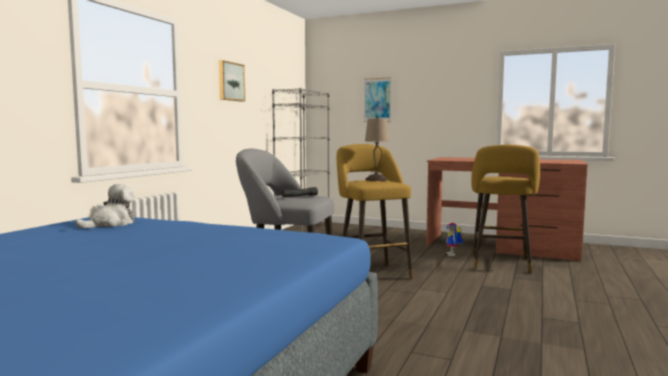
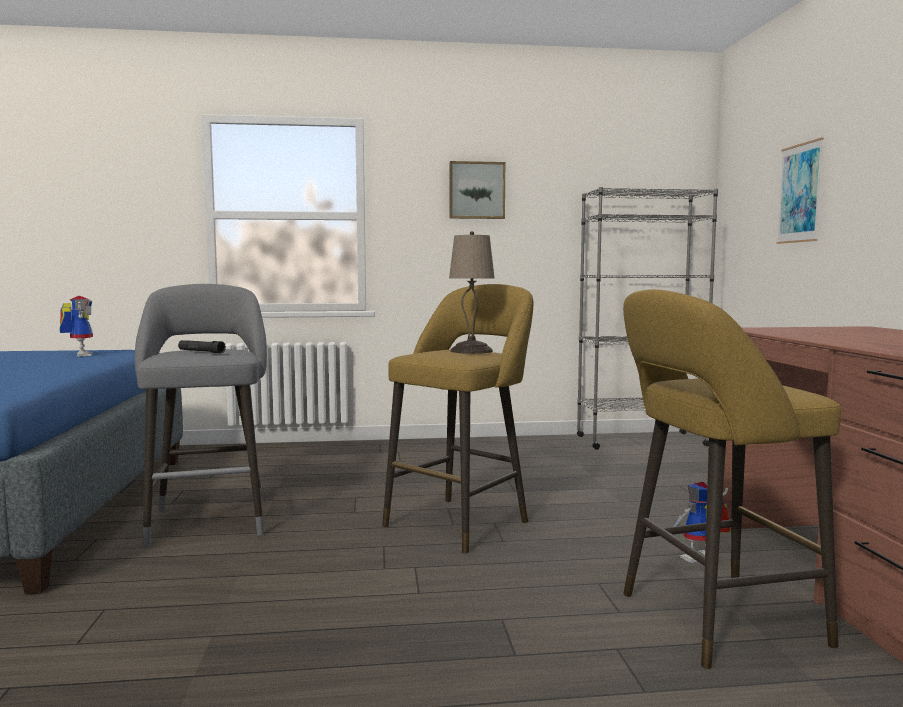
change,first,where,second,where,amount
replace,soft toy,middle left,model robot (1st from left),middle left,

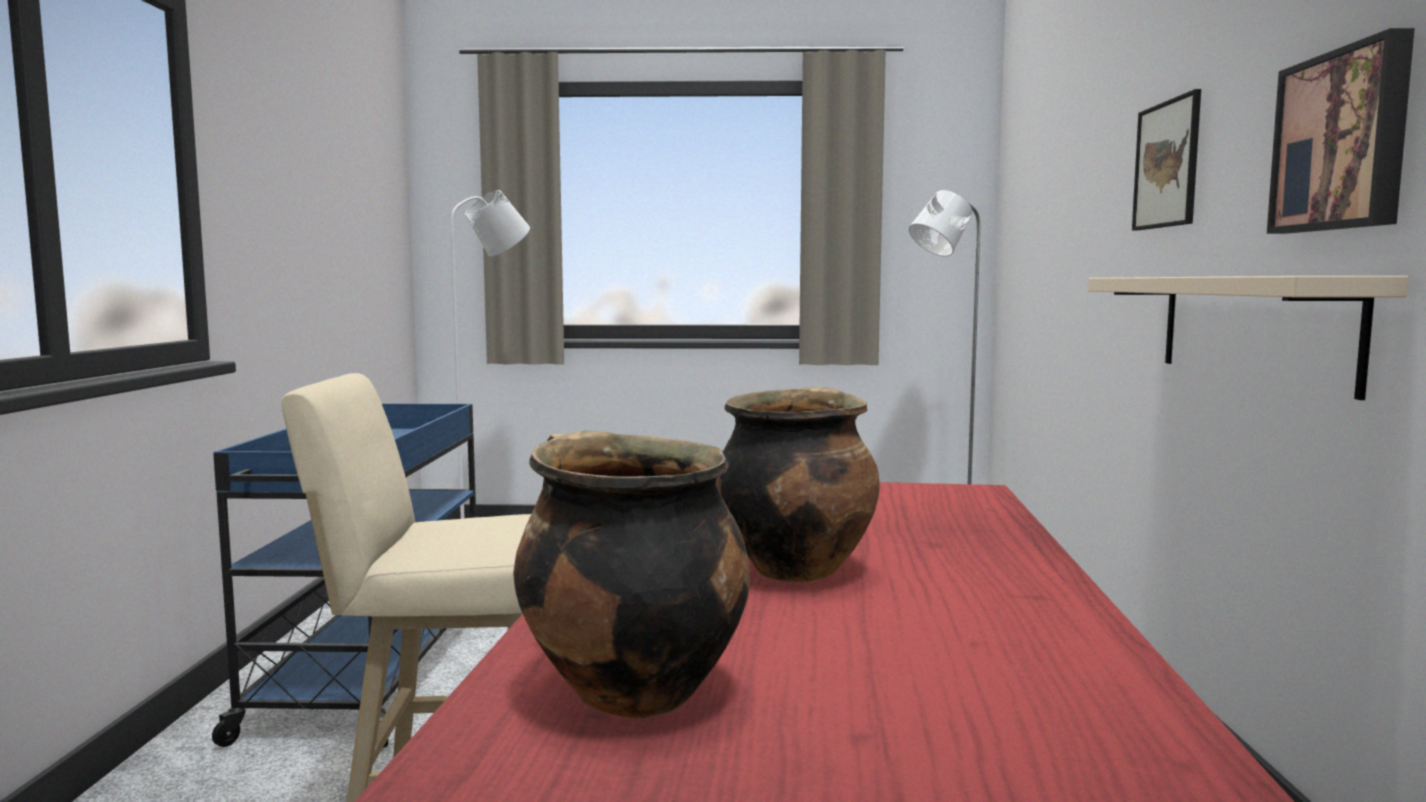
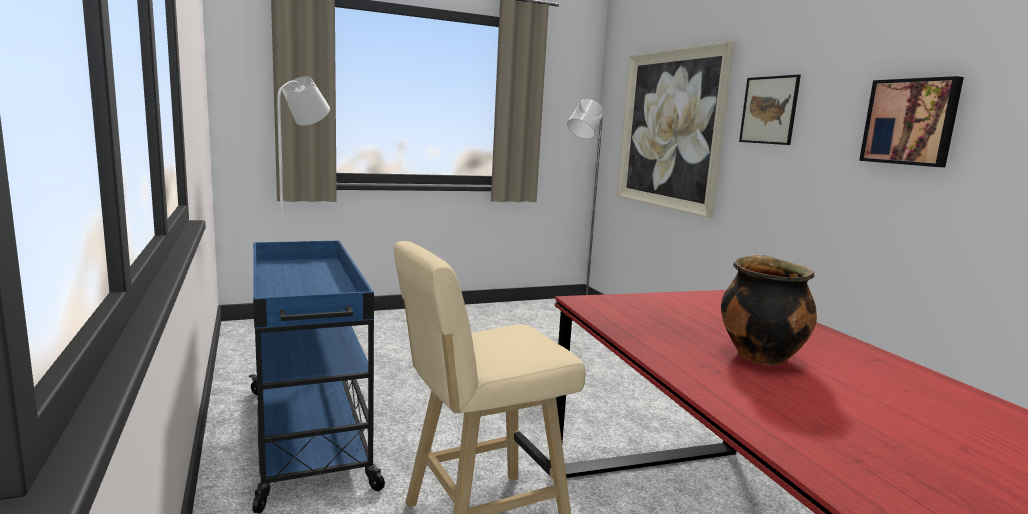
change,first,where,second,where,amount
delete,sand-coloured bracket shelf,middle right,,,
delete,stockpot (1st from left),bottom centre,,,
insert,,,picture (1st from left),top centre,

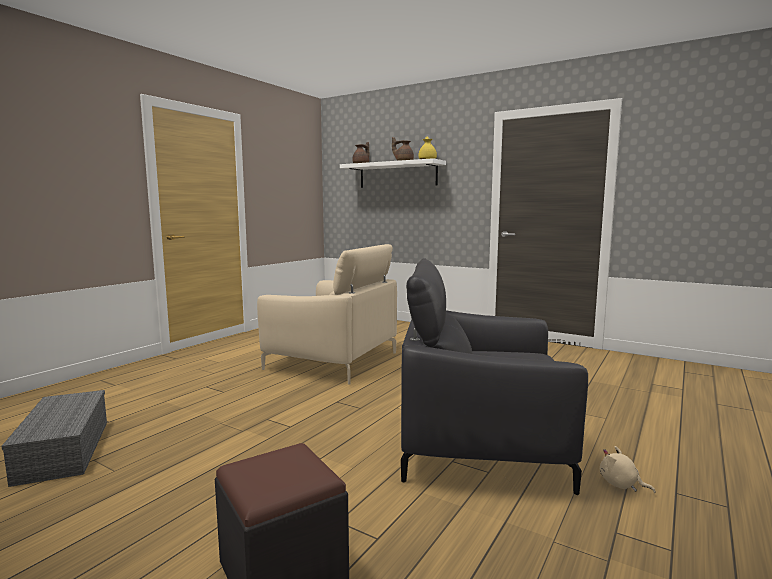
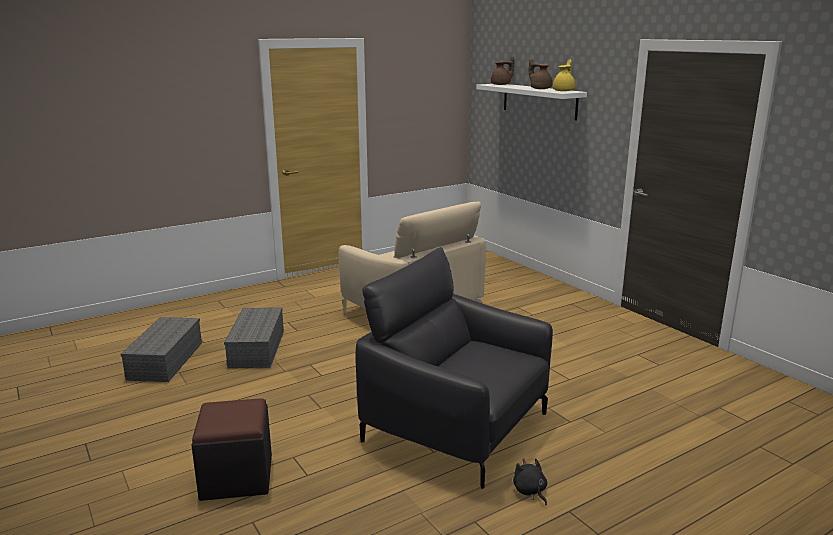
change,first,where,second,where,amount
recolor,sand-coloured soft toy,bottom right,black soft toy,bottom centre,
insert,,,grey storage box (2nd from left),middle left,

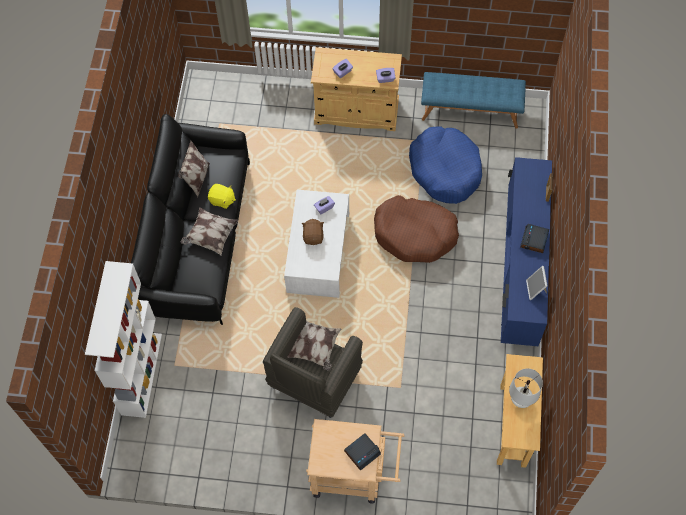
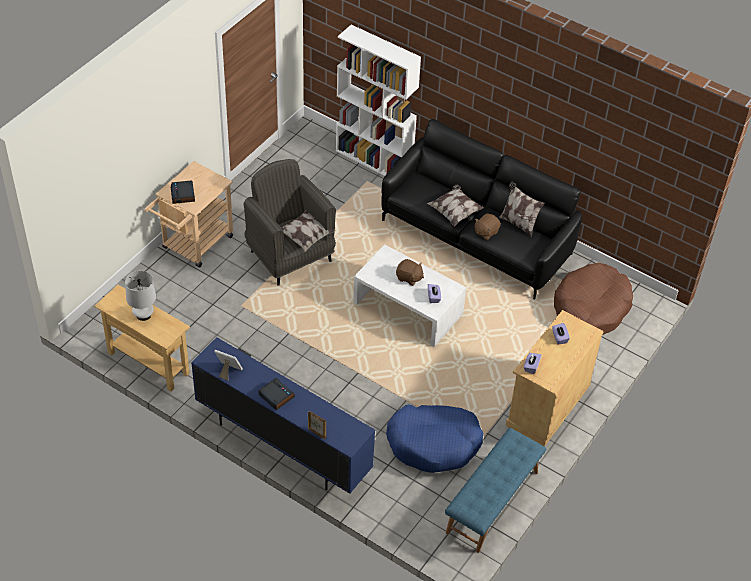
change,first,where,second,where,amount
recolor,yellowish soft toy,middle left,brown-coloured soft toy (2nd from left),centre,
move,brown-coloured dog bed,centre,,middle right,

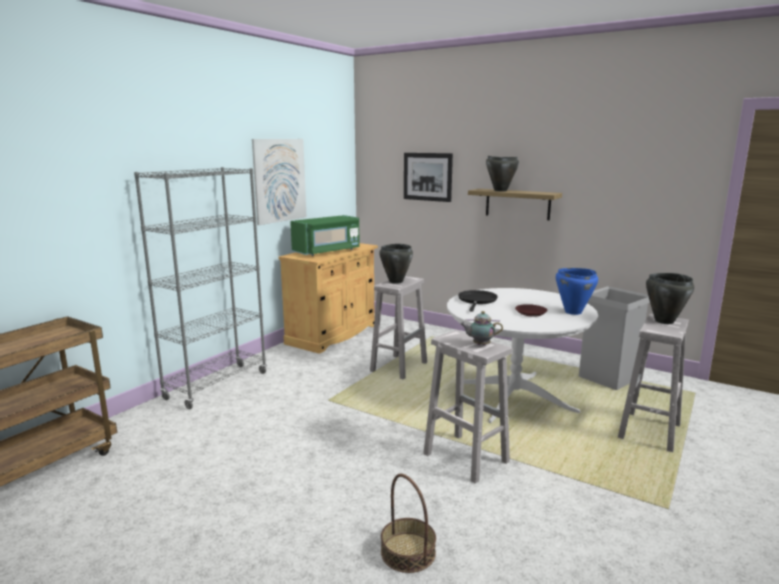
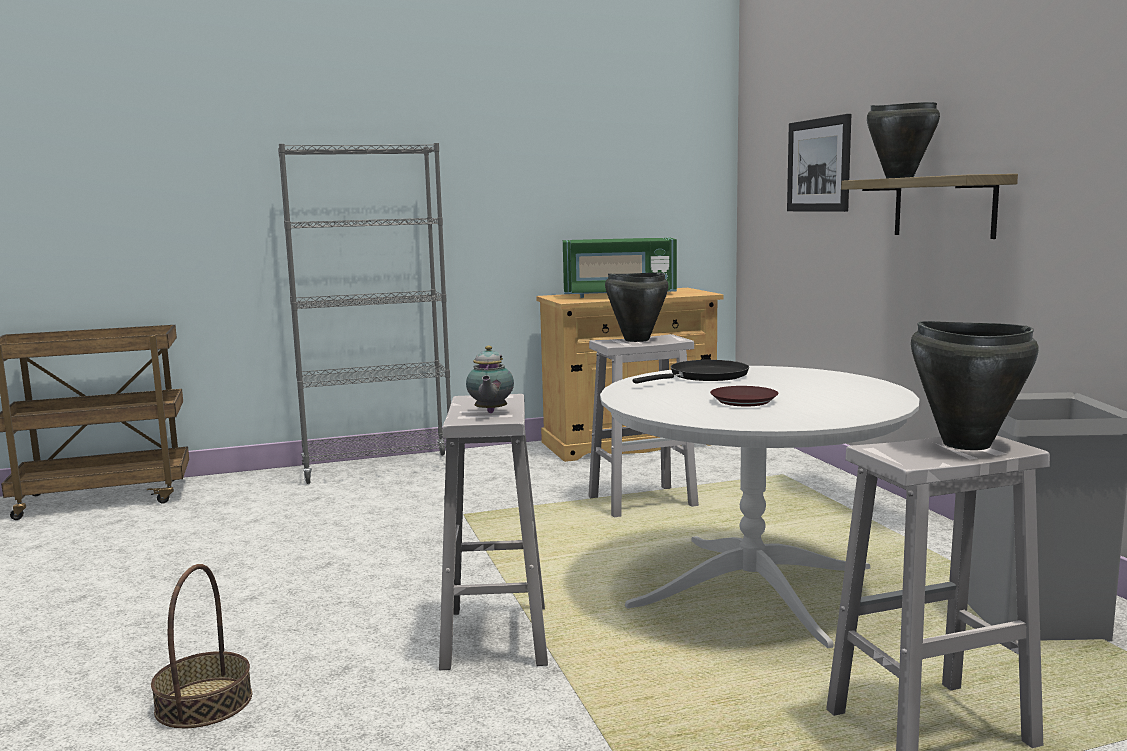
change,first,where,second,where,amount
delete,picture (1st from left),top centre,,,
delete,bluish stockpot,middle right,,,
rotate,teapot,centre,,centre,135 degrees counterclockwise

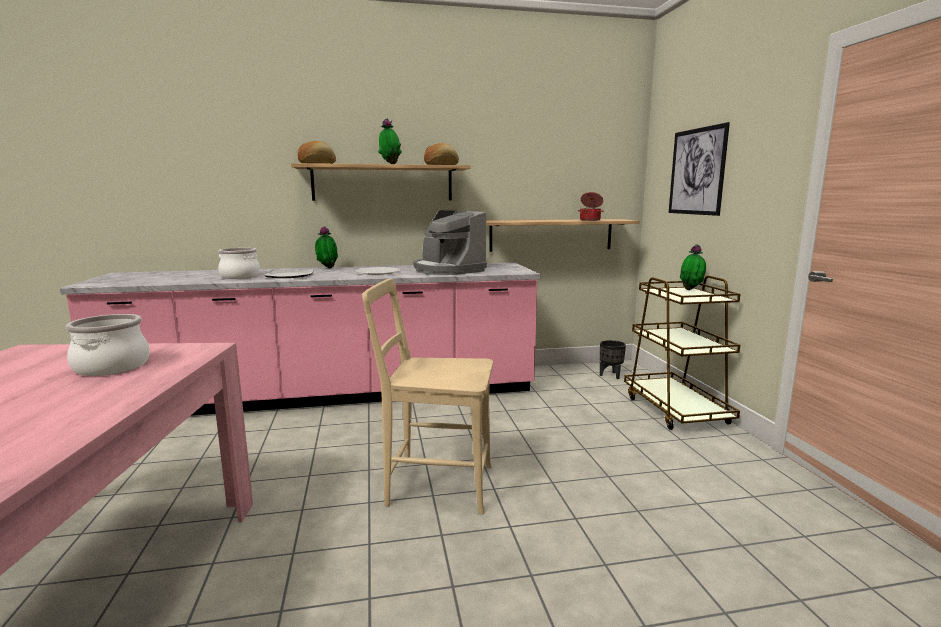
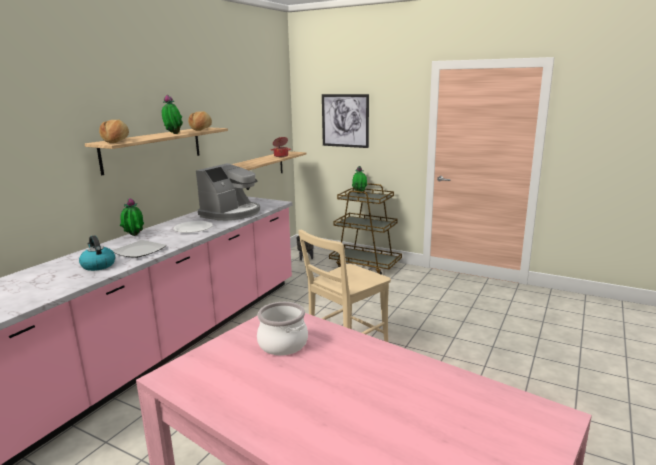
change,first,where,second,where,amount
rotate,coffee maker,centre,,centre,60 degrees counterclockwise
replace,stockpot (2nd from left),middle left,tea kettle,middle left,

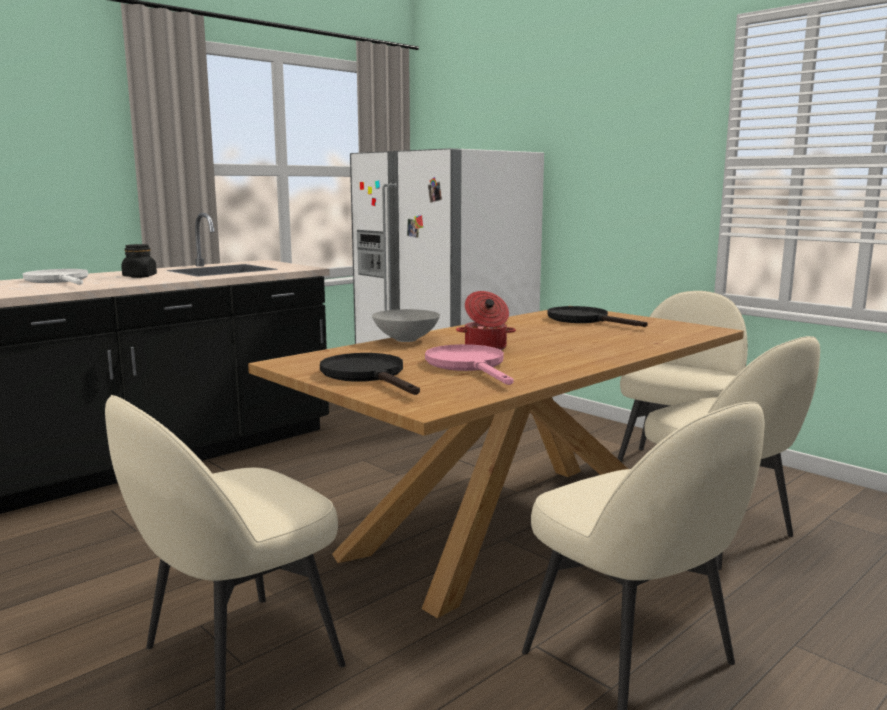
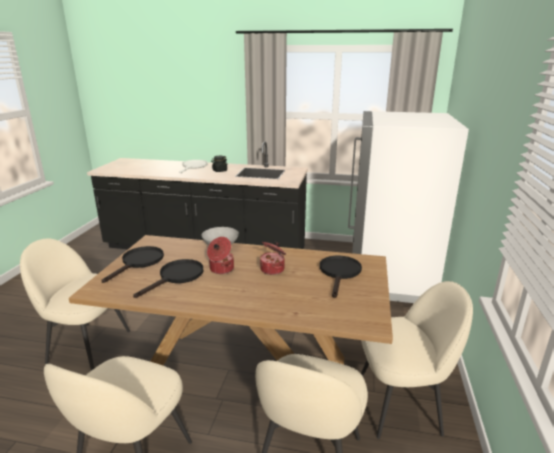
change,first,where,second,where,amount
recolor,pink pan,centre,black pan (2nd from left),middle left,
insert,,,stockpot (2nd from left),centre,

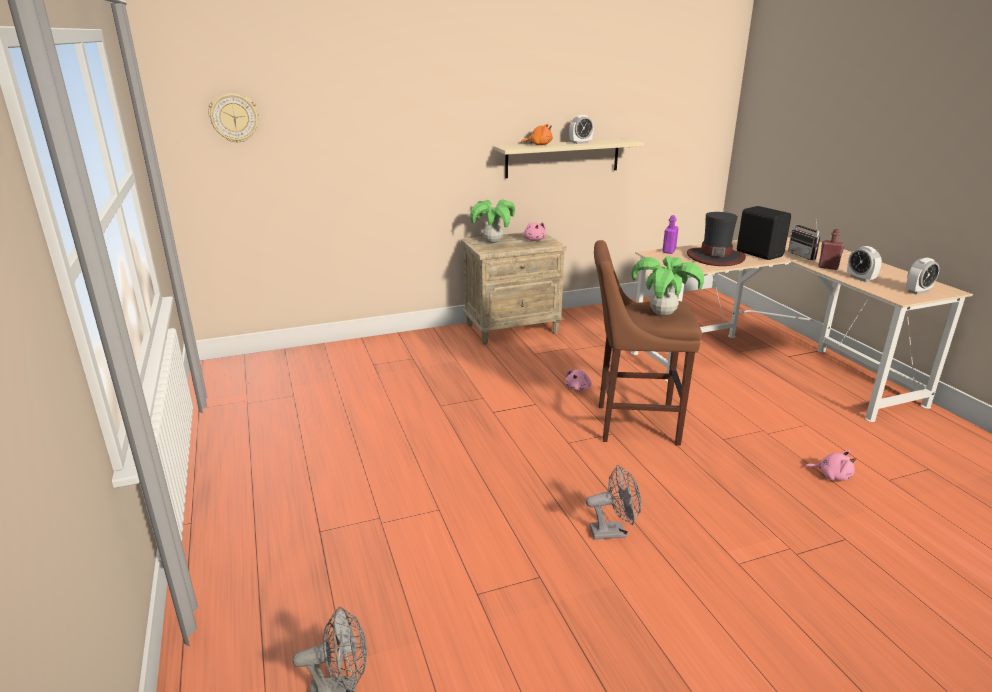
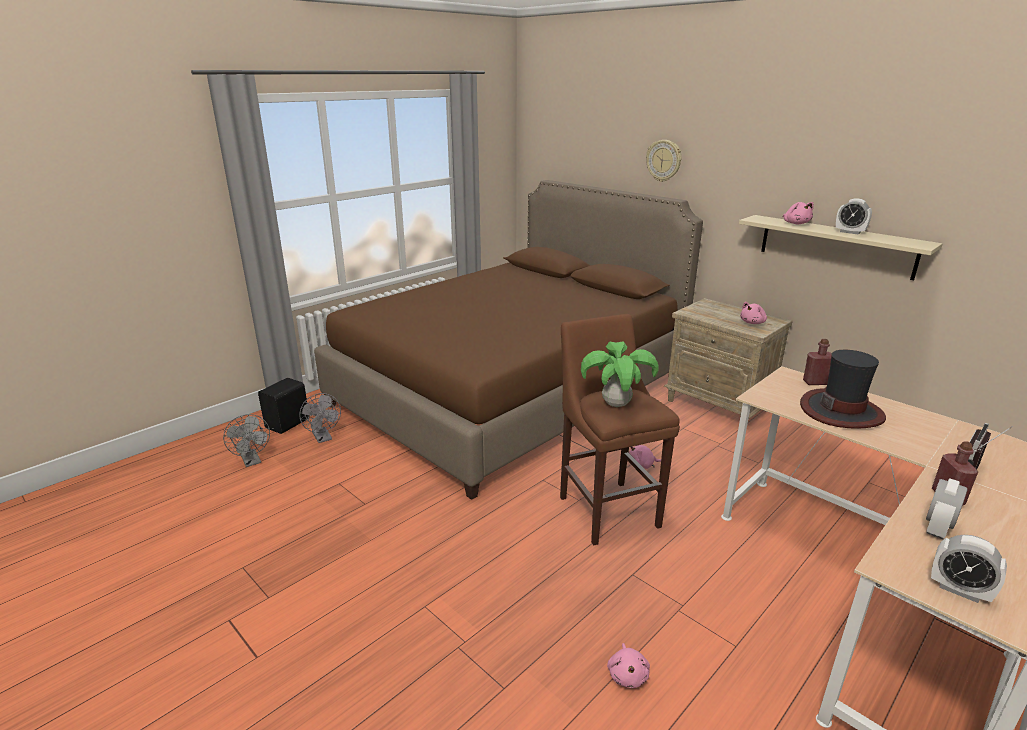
change,first,where,second,where,amount
move,hanging clock,top left,,top centre,
recolor,orangey soft toy,top centre,pink soft toy (4th from left),top right,
delete,houseplant (1st from left),top centre,,,
move,black audio speaker,middle right,,middle left,
recolor,purplish drink bottle,middle right,red-coloured drink bottle (1st from left),middle right,
move,grey fan (2nd from left),bottom centre,,middle left,
insert,,,brown-coloured bedroom bed,centre,

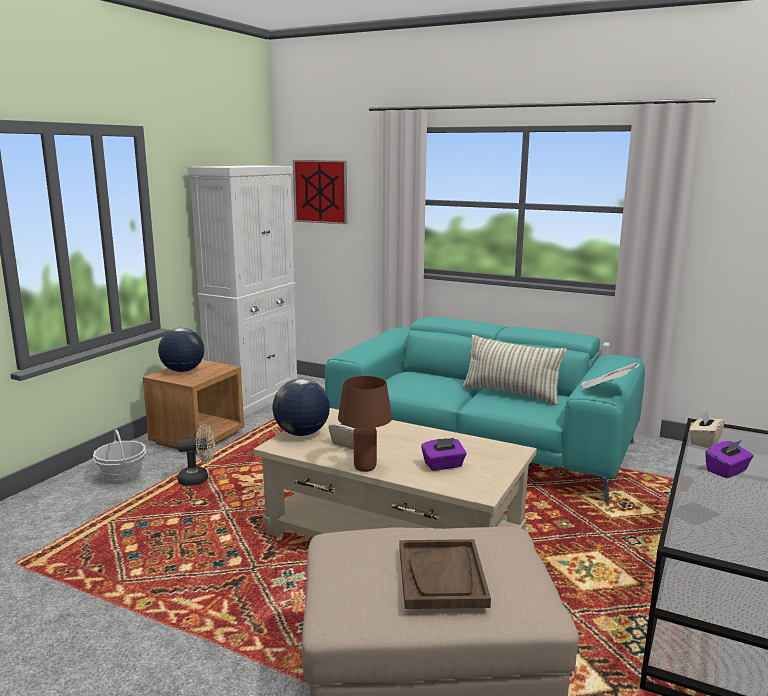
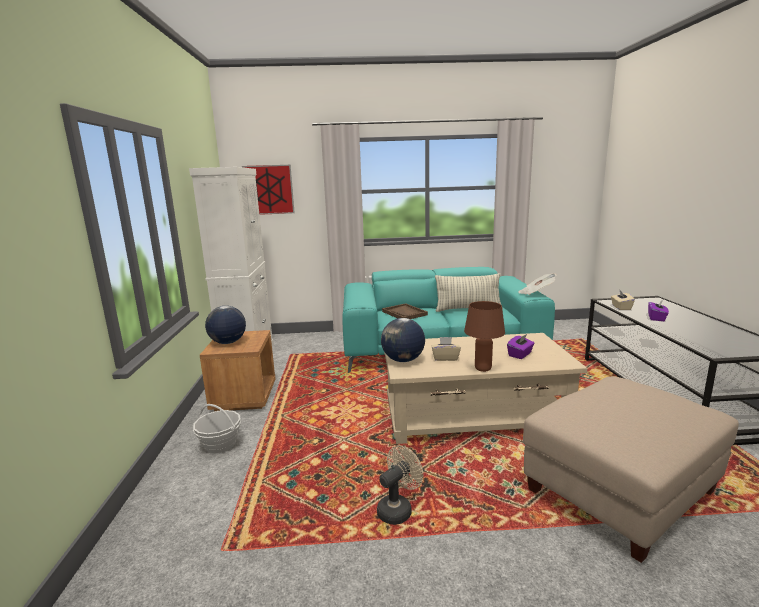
change,first,where,second,where,amount
move,sand-coloured fan,middle left,,bottom centre,
move,brown-coloured tray,bottom centre,,centre,

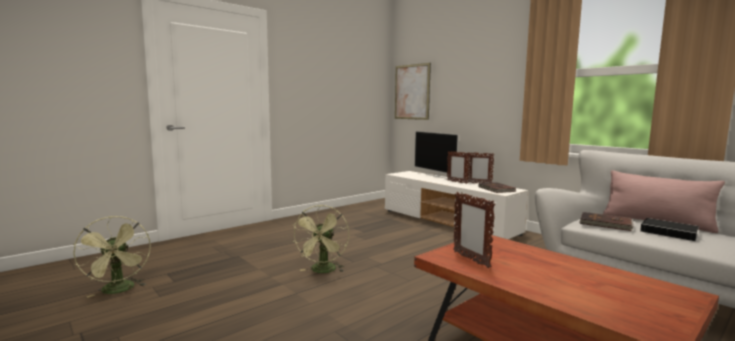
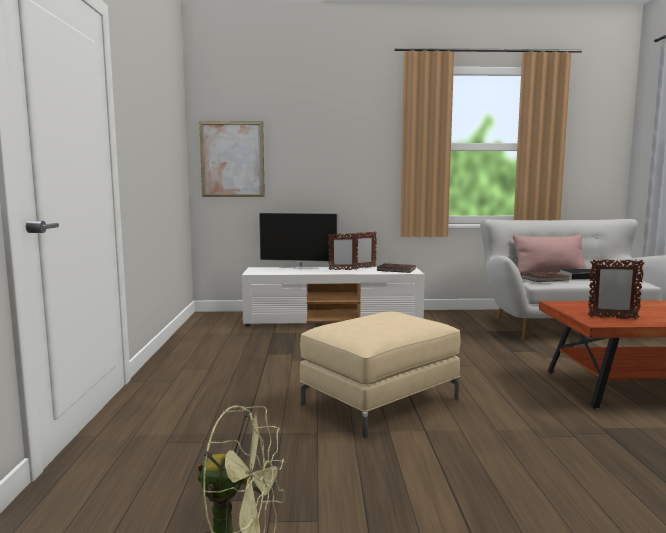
change,first,where,second,where,amount
replace,greenish fan (2nd from left),bottom centre,sand-coloured footrest,bottom centre,

